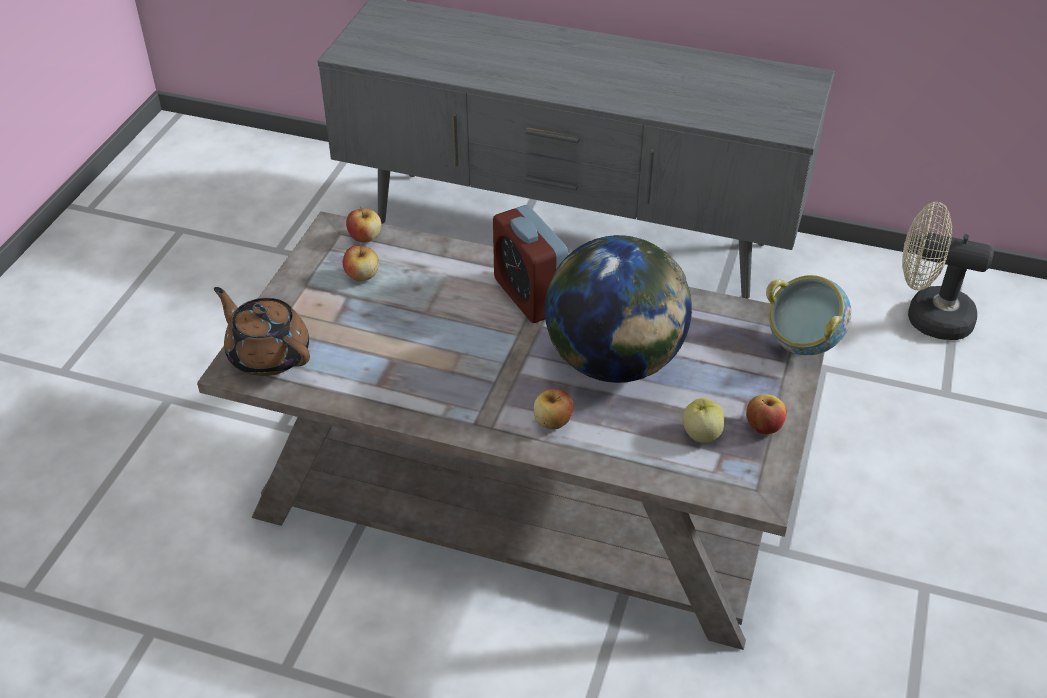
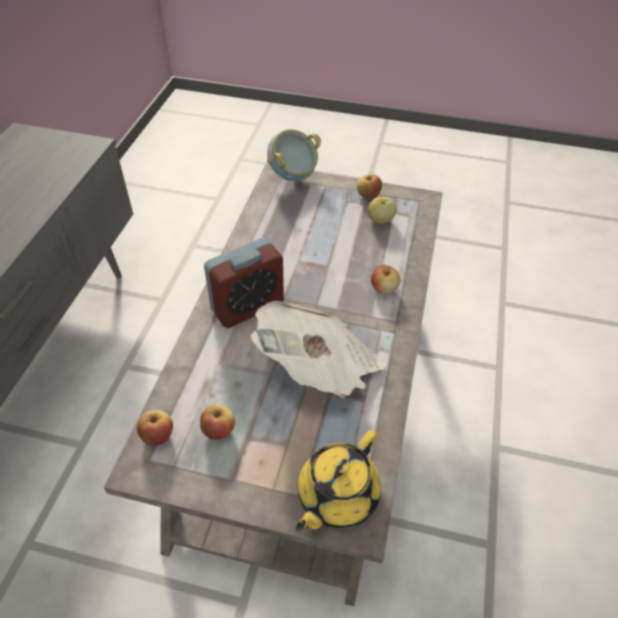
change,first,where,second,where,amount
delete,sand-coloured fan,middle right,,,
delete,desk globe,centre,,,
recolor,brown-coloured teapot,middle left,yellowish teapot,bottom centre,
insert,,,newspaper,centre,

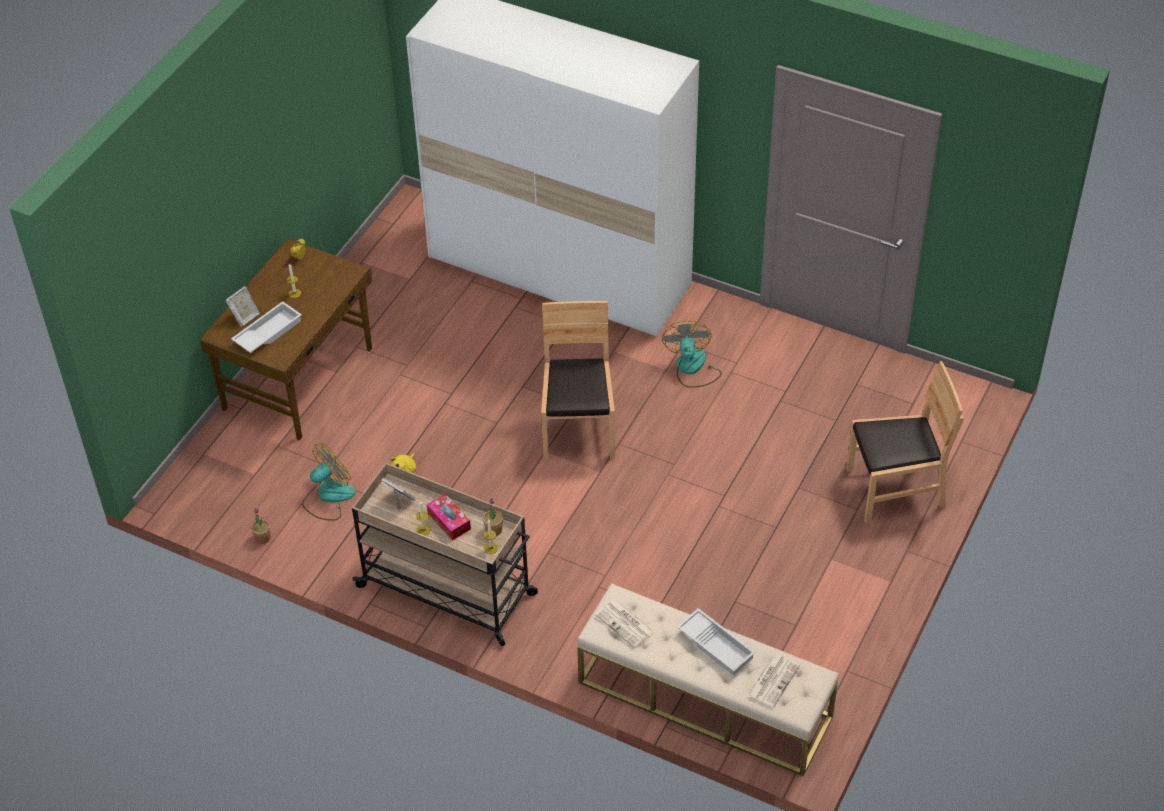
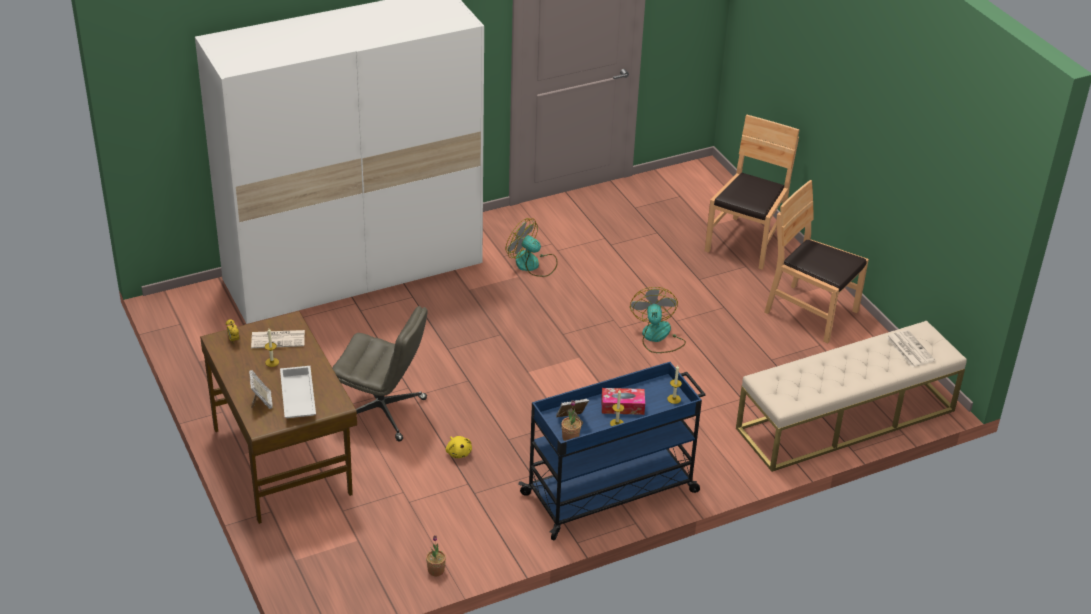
change,first,where,second,where,amount
move,brown-coloured plain chair (1st from left in the first image),centre,brown-coloured plain chair (2nd from left),middle right,
move,fan (1st from left in the first image),middle left,fan (2nd from left),centre,
recolor,sand-coloured wheeled cart,bottom centre,bluish wheeled cart,bottom centre,
move,houseplant (2nd from left),centre,,bottom centre,
move,newspaper (1st from left),bottom centre,,middle left,
delete,whitish tray (2nd from left),bottom centre,,,
insert,,,grey desk chair,centre,

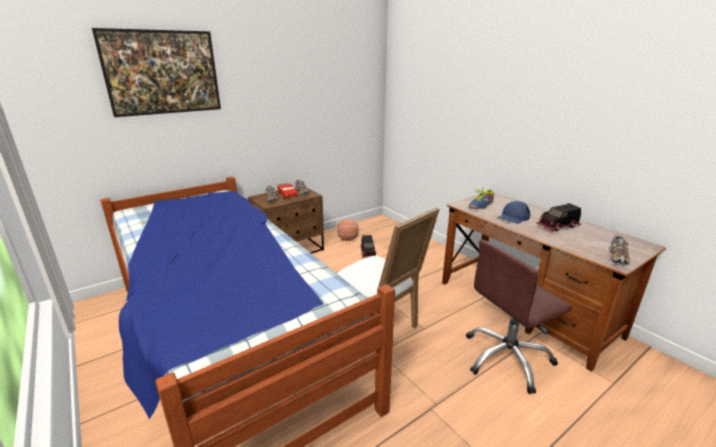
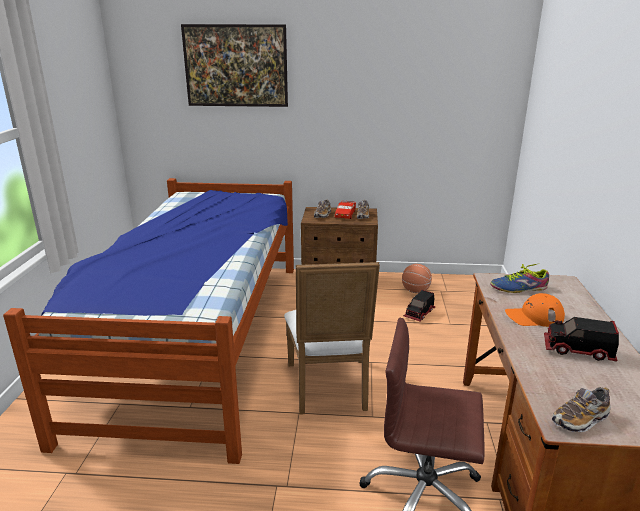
change,first,where,second,where,amount
recolor,bluish peaked cap,middle right,orangey peaked cap,middle right,

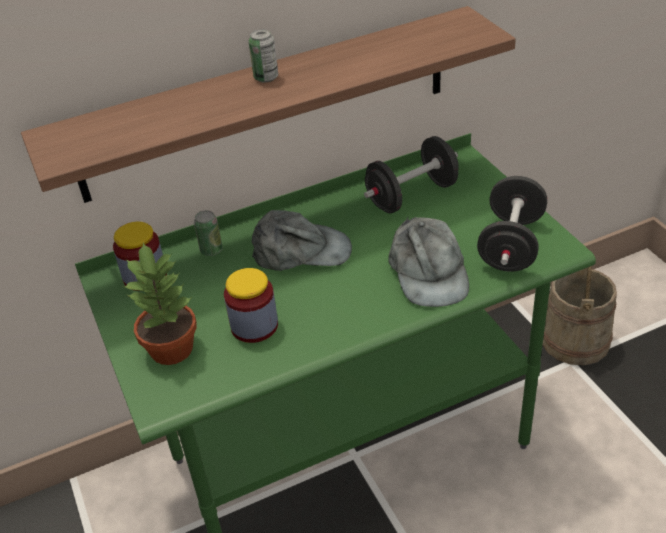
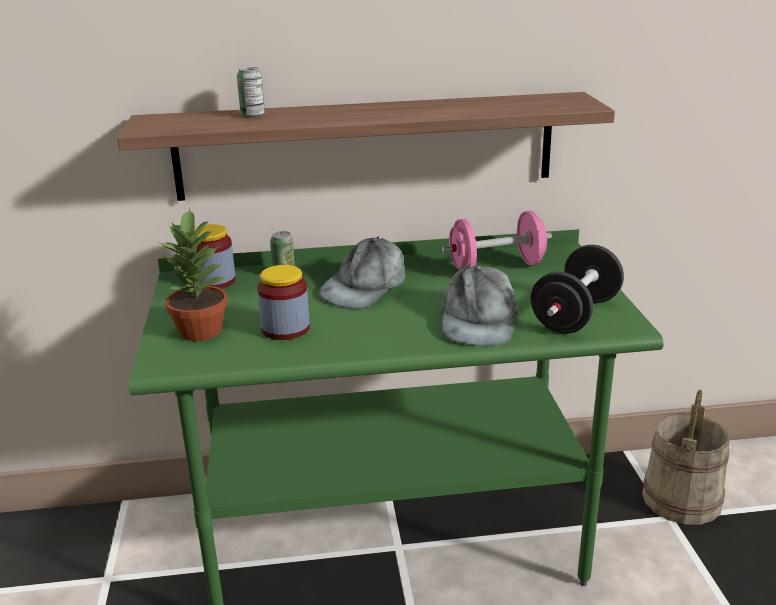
change,first,where,second,where,amount
move,can (2nd from left in the first image),top centre,can (1st from left),top left,
recolor,black hand weight (1st from left),top centre,pink hand weight,centre,
rotate,grey peaked cap (1st from left),centre,,centre,105 degrees clockwise

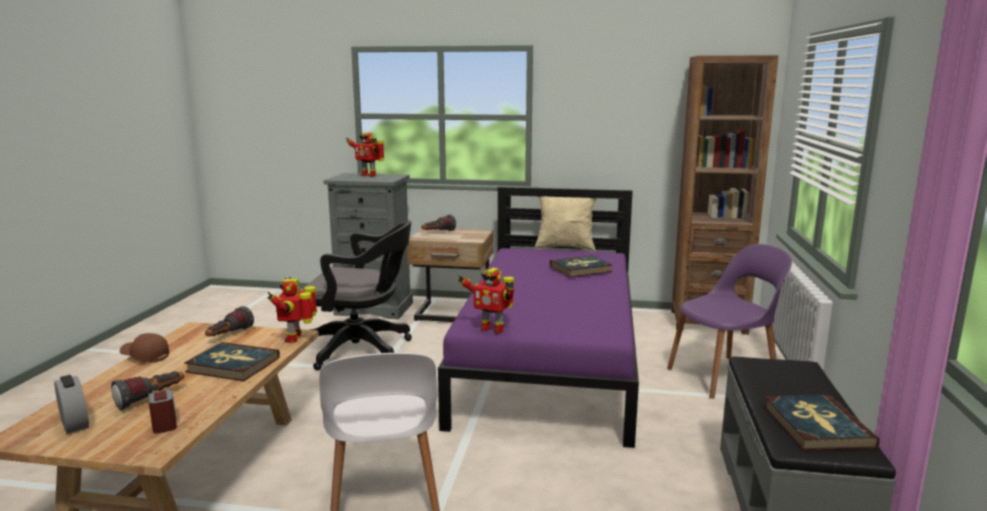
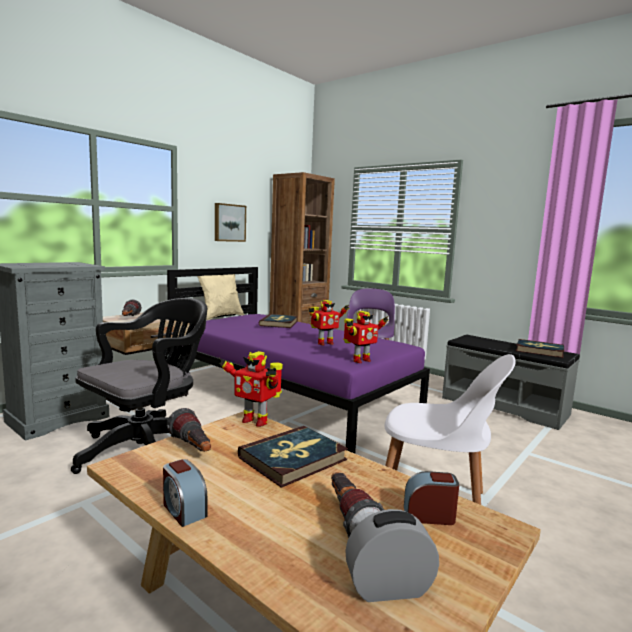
change,first,where,second,where,amount
move,model robot (2nd from left),top centre,,centre,
replace,brown-coloured peaked cap,bottom left,bedside clock (1st from left),bottom left,
insert,,,picture,centre,

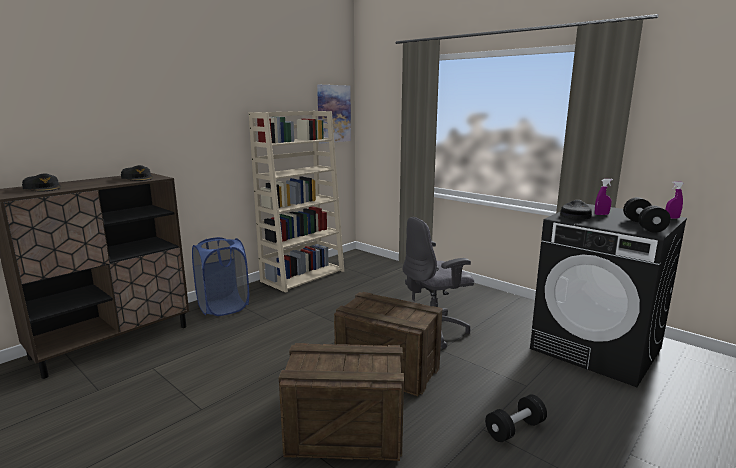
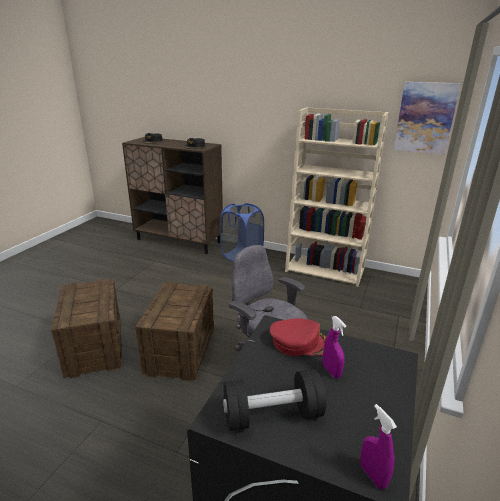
change,first,where,second,where,amount
recolor,black peaked cap (3rd from left),middle right,red-coloured peaked cap,bottom centre,
delete,black hand weight (1st from left),bottom right,,,

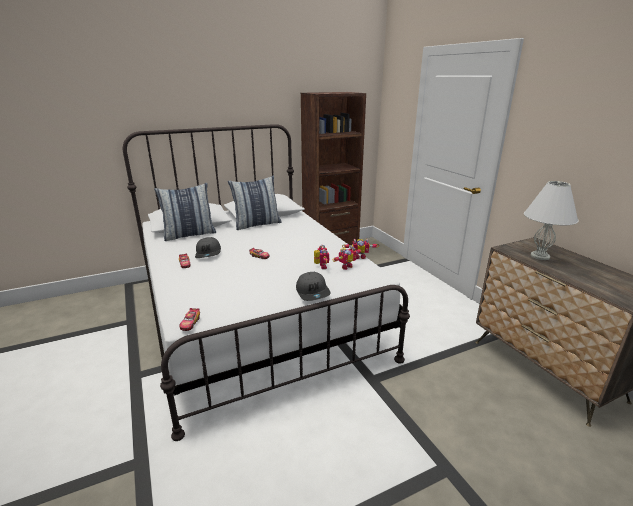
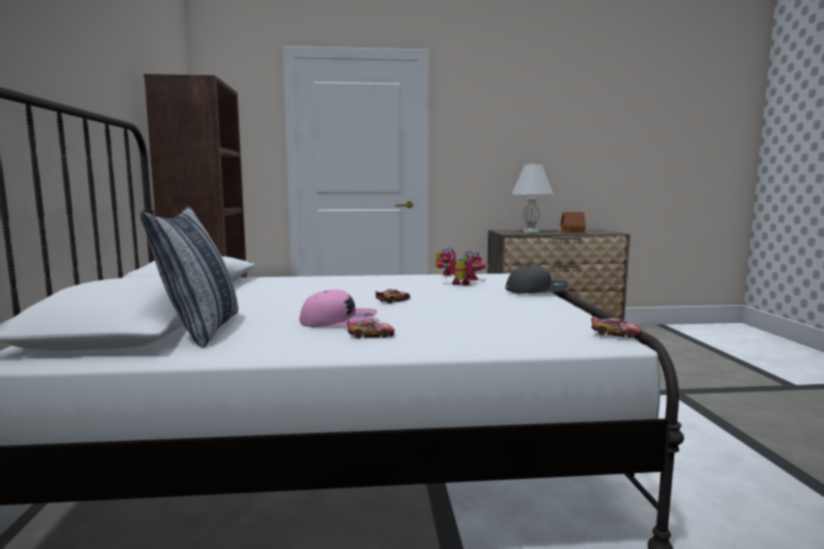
change,first,where,second,where,amount
delete,throw pillow (2nd from left),centre,,,
recolor,grey peaked cap (1st from left),middle left,pink peaked cap,centre,
insert,,,model house,middle right,

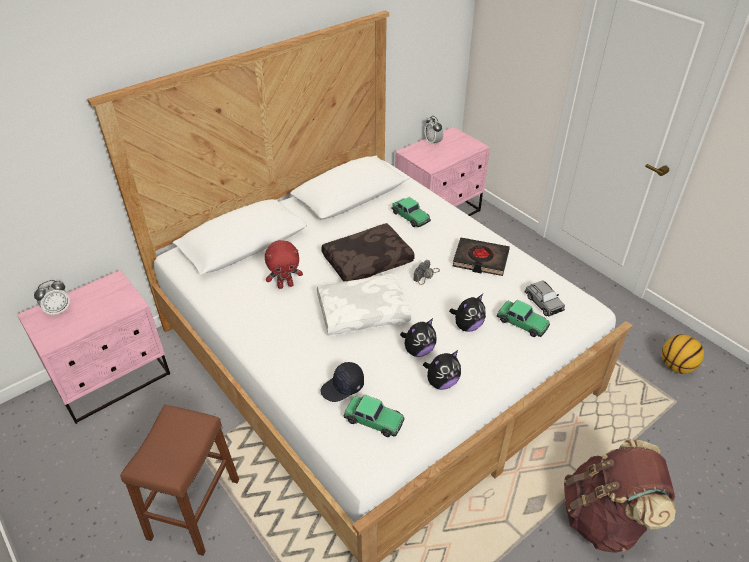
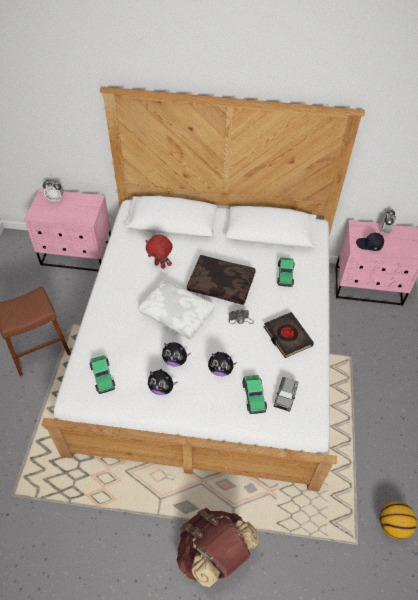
change,first,where,second,where,amount
move,black peaked cap,bottom centre,,middle right,

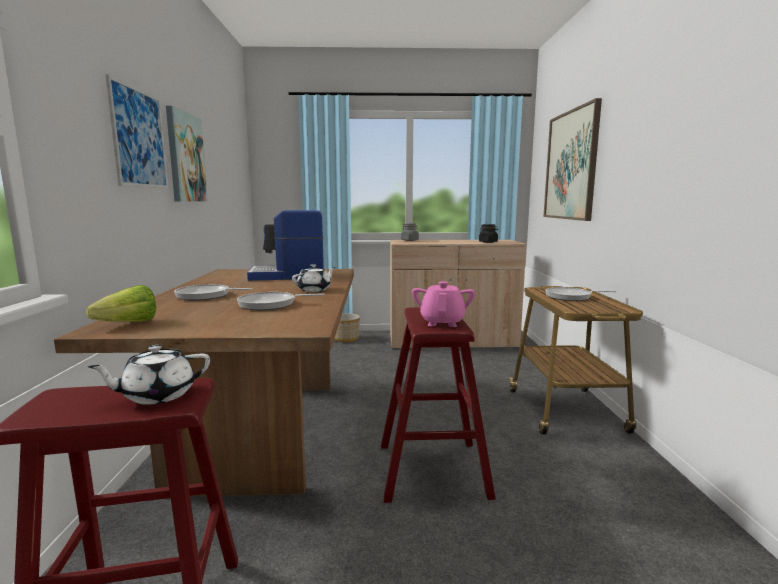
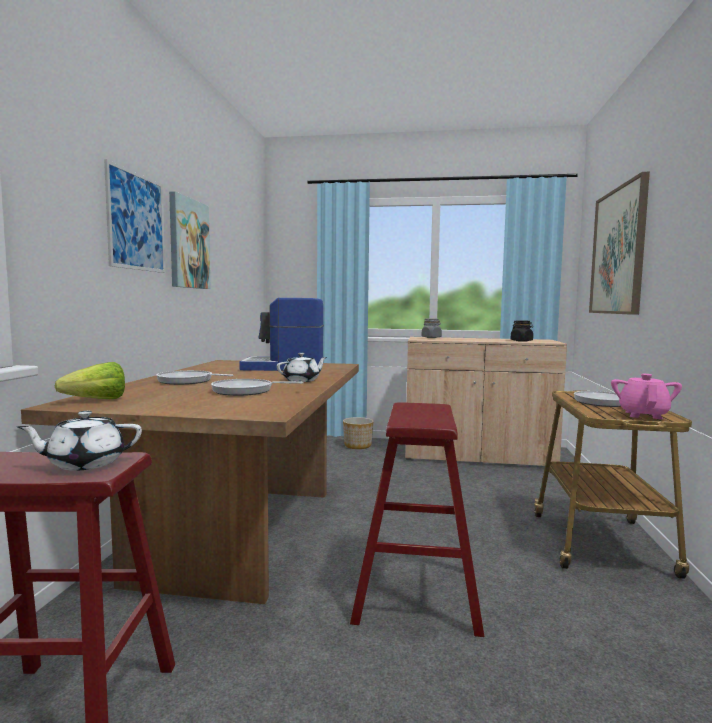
change,first,where,second,where,amount
move,pink teapot,centre,,middle right,

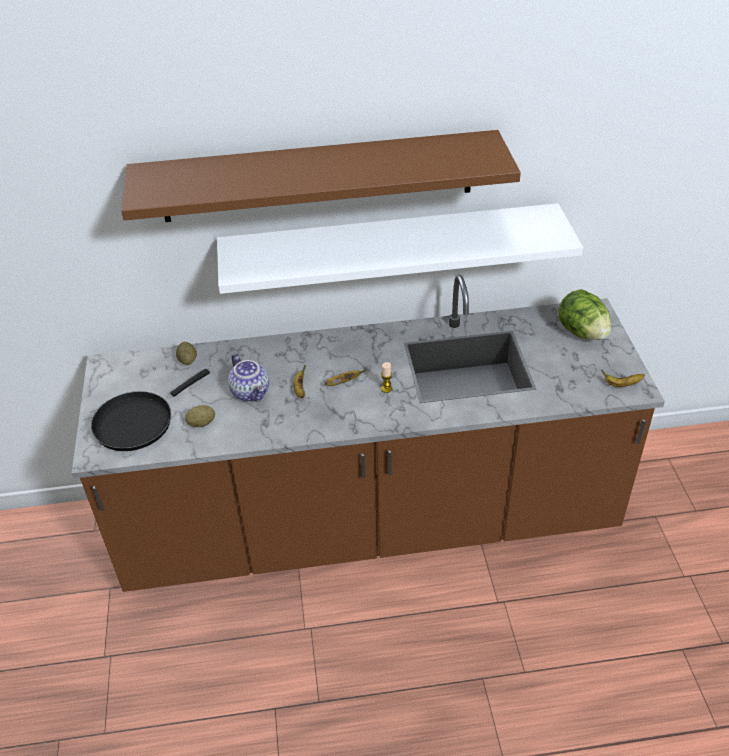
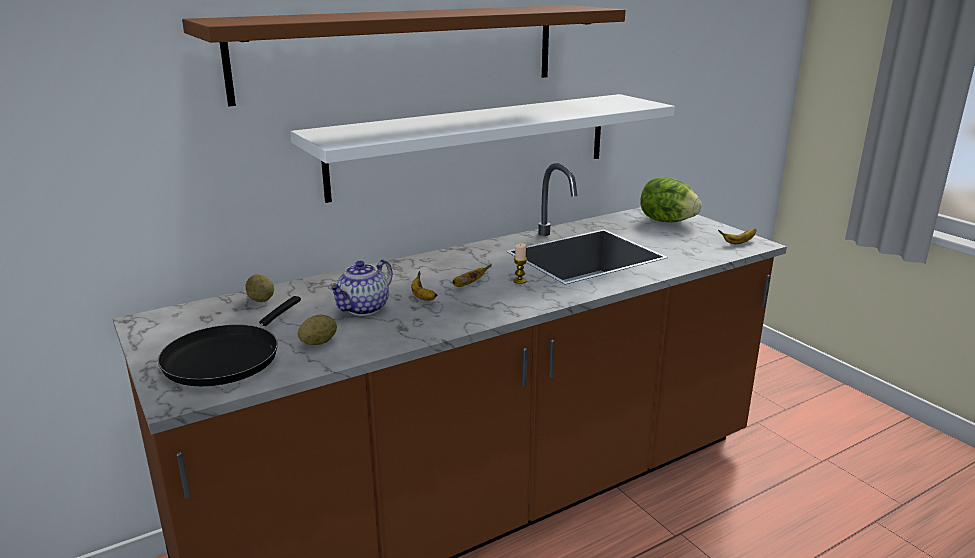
change,first,where,second,where,amount
rotate,teapot,centre,,centre,90 degrees clockwise

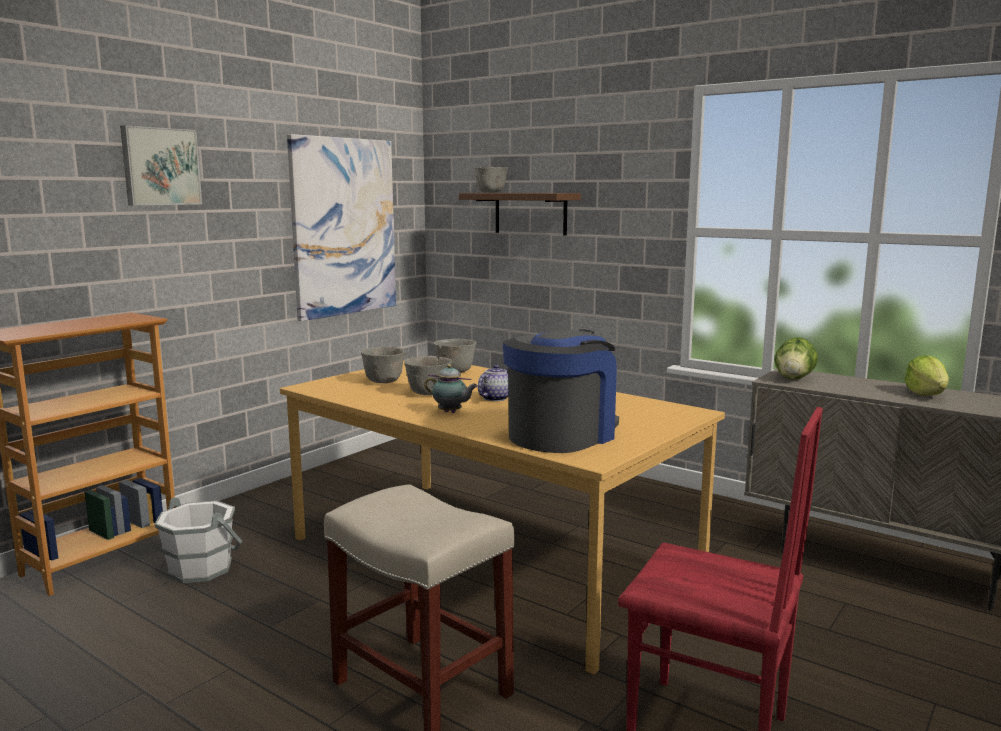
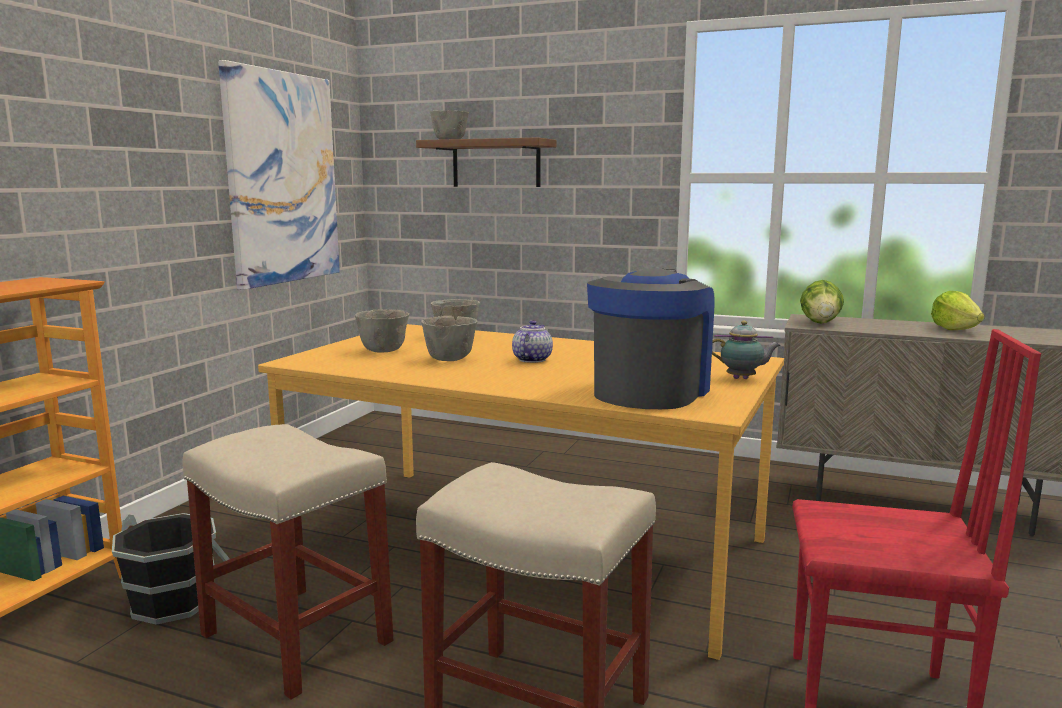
change,first,where,second,where,amount
delete,picture (1st from left),top left,,,
move,teapot (1st from left in the first image),centre,teapot (2nd from left),middle right,
recolor,whitish water bucket,bottom left,black water bucket,bottom left,
insert,,,sand-coloured stool (1st from left),bottom left,

